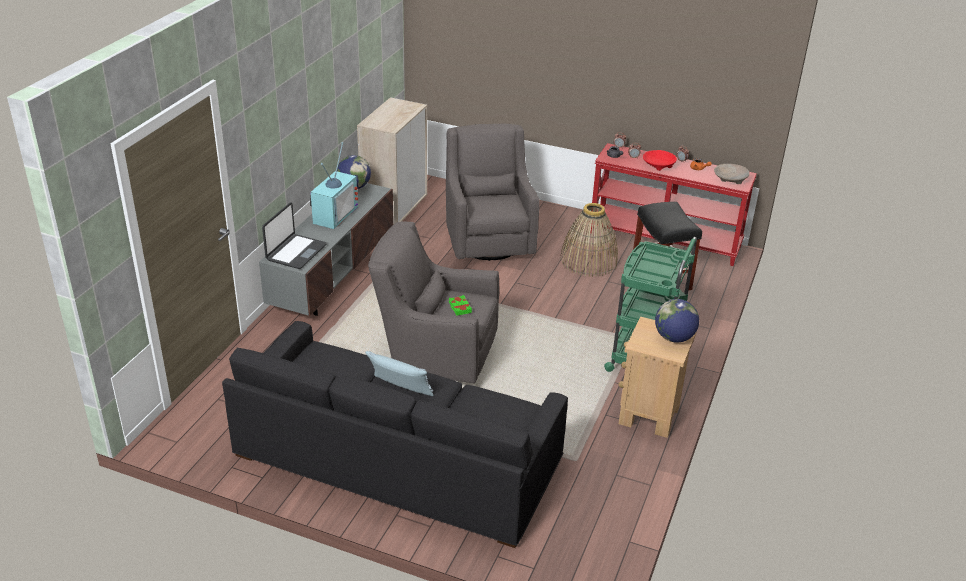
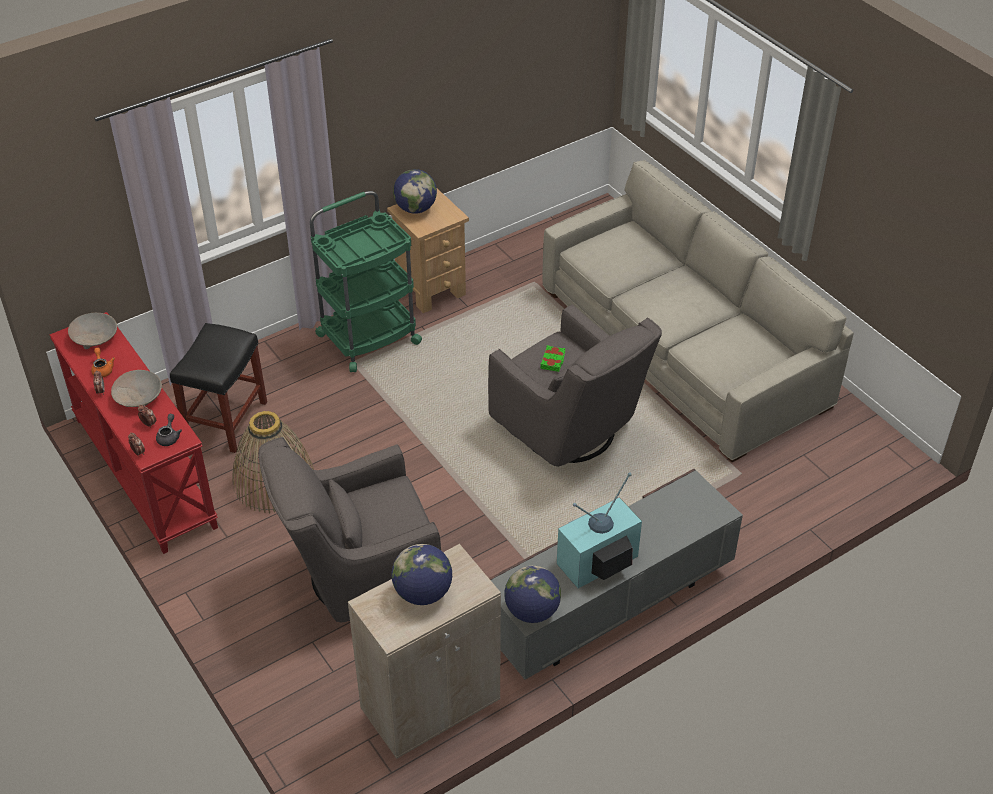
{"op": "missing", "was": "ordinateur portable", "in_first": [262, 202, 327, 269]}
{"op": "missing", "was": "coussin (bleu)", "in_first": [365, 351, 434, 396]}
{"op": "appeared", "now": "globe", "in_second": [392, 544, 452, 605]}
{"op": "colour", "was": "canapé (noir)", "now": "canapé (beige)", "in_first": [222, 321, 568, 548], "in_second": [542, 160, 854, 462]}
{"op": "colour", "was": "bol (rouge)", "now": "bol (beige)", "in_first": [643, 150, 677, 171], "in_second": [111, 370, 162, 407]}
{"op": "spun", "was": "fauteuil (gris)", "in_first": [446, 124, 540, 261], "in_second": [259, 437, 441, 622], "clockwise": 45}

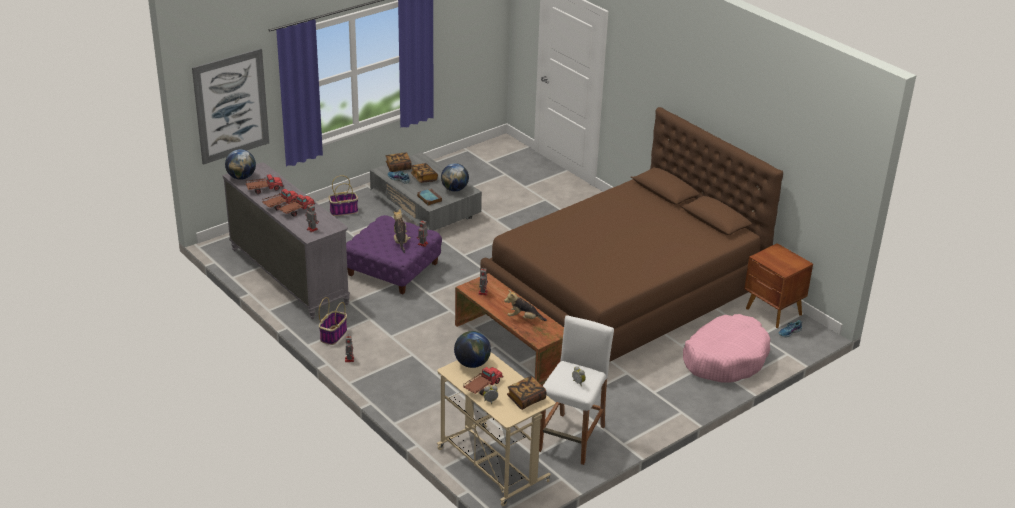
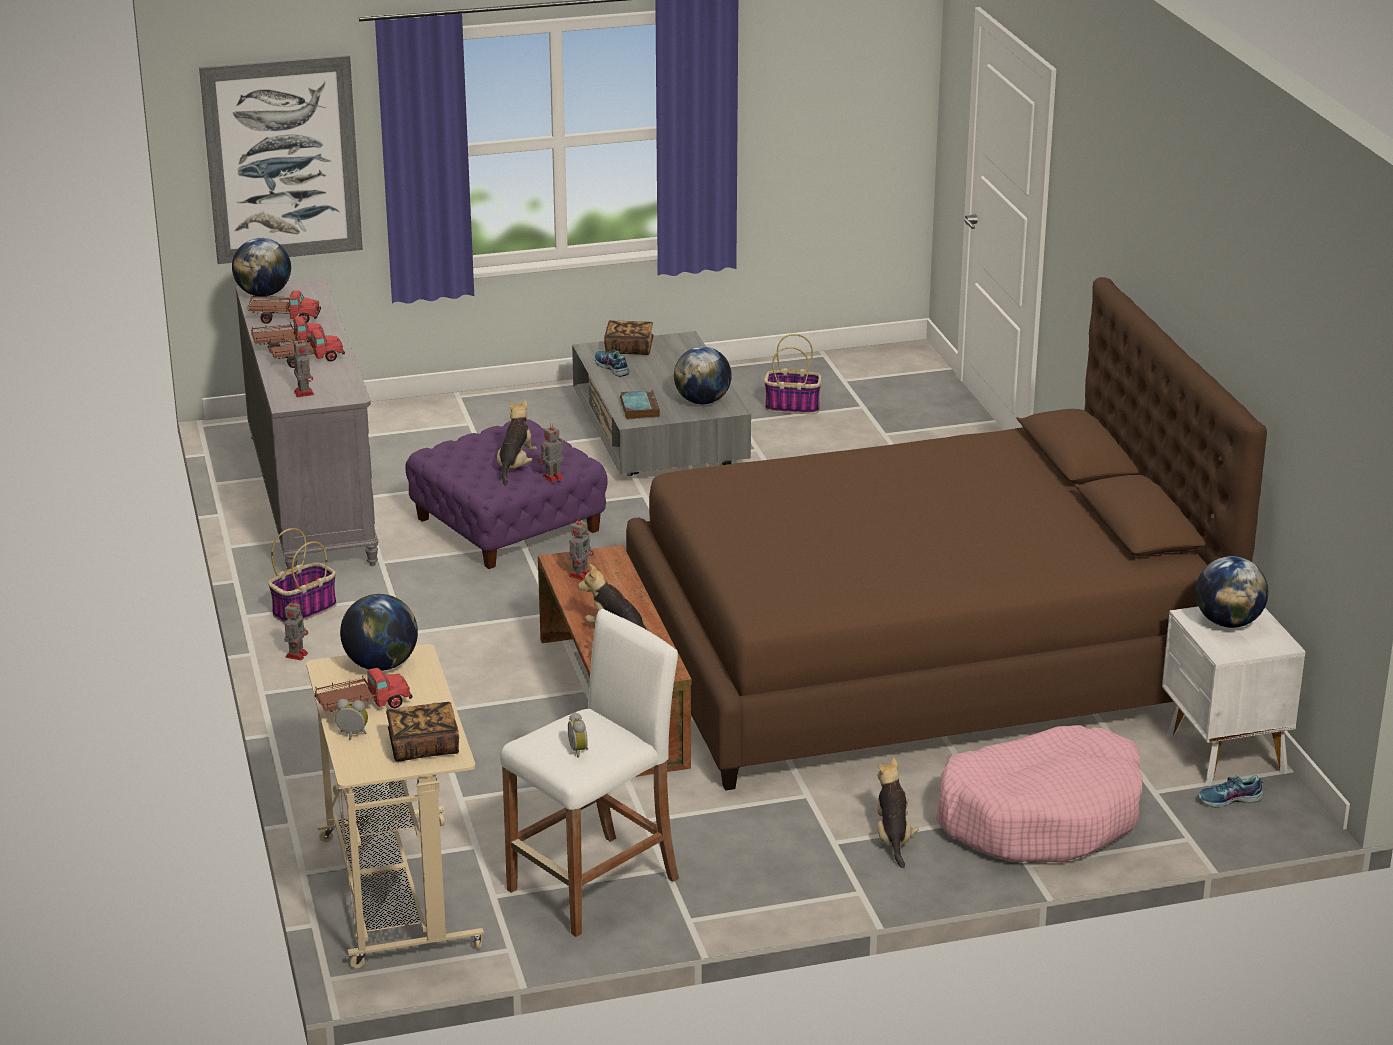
{"op": "missing", "was": "livre", "in_first": [411, 163, 438, 183]}
{"op": "appeared", "now": "peluche", "in_second": [877, 758, 919, 868]}
{"op": "appeared", "now": "globe", "in_second": [1195, 556, 1268, 628]}
{"op": "relocated", "was": "panier", "in_first": [329, 175, 358, 216], "in_second": [764, 334, 822, 414]}
{"op": "colour", "was": "table de chevet (marron)", "now": "table de chevet (blanc)", "in_first": [744, 243, 813, 328], "in_second": [1162, 606, 1306, 786]}

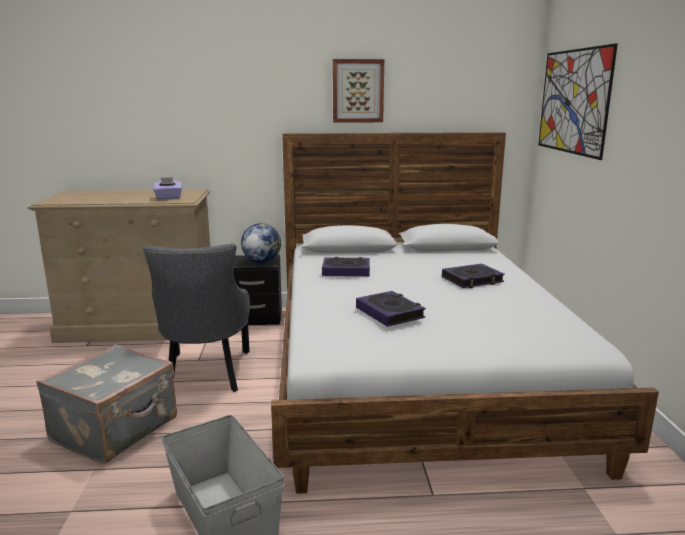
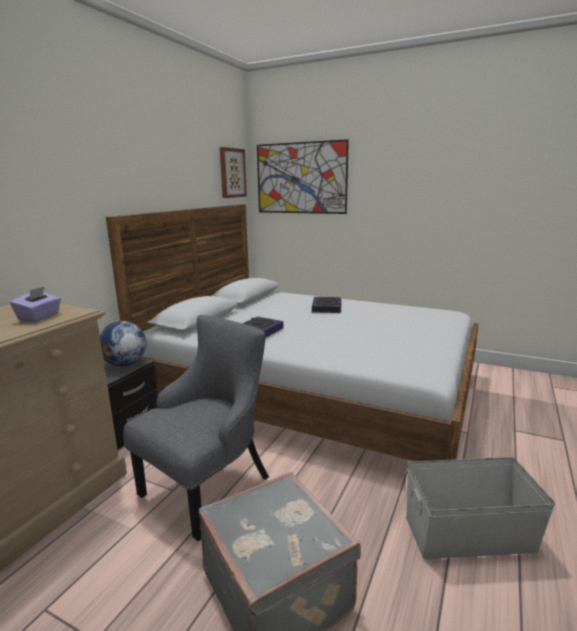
{"op": "missing", "was": "livre", "in_first": [356, 291, 426, 327]}
{"op": "relocated", "was": "tableau", "in_first": [333, 59, 384, 123], "in_second": [220, 147, 247, 198]}
{"op": "spun", "was": "fauteuil (gris)", "in_first": [143, 243, 250, 392], "in_second": [123, 315, 269, 541], "clockwise": -75}

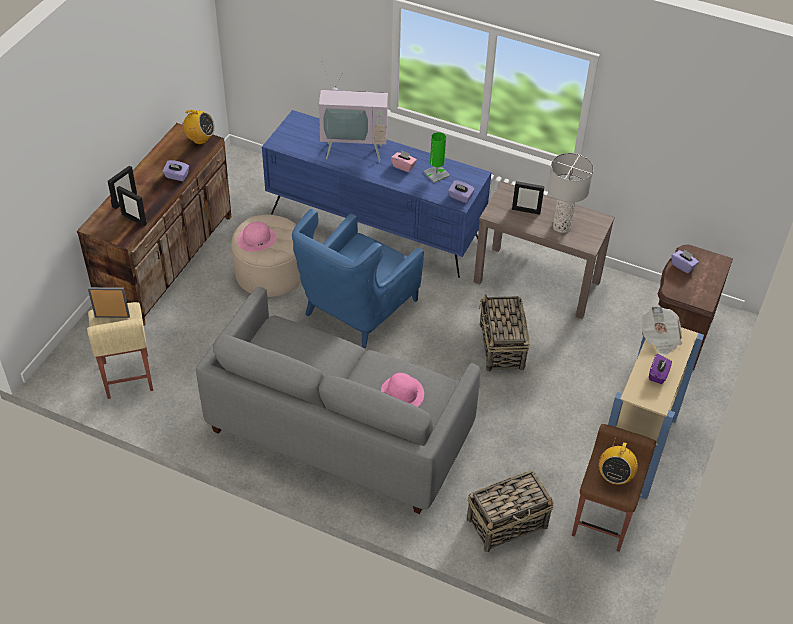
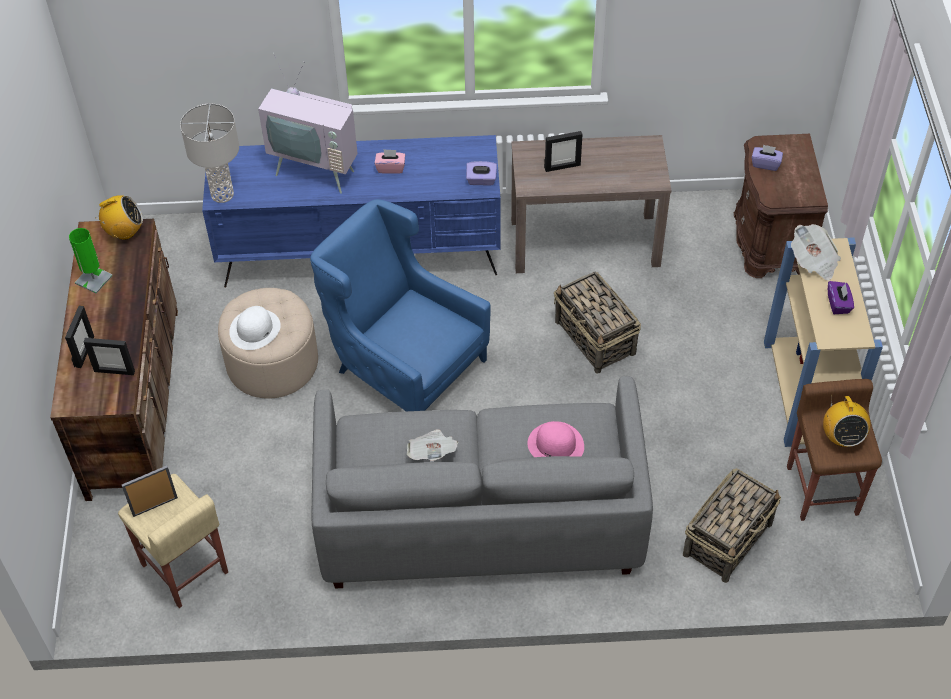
{"op": "missing", "was": "boîte à mouchoirs (violet)", "in_first": [163, 160, 189, 181]}
{"op": "appeared", "now": "journal", "in_second": [407, 429, 459, 461]}
{"op": "relocated", "was": "lampe de table (vert)", "in_first": [423, 132, 450, 183], "in_second": [69, 228, 113, 294]}
{"op": "relocated", "was": "lampe de table (blanc)", "in_first": [548, 153, 594, 233], "in_second": [180, 104, 239, 203]}
{"op": "colour", "was": "chapeau (rose)", "now": "chapeau (blanc)", "in_first": [237, 222, 277, 252], "in_second": [229, 306, 281, 350]}
{"op": "spun", "was": "fauteuil (bleu)", "in_first": [292, 209, 424, 348], "in_second": [310, 199, 491, 411], "clockwise": 120}
{"op": "spun", "was": "téléviseur", "in_first": [319, 64, 388, 162], "in_second": [258, 53, 358, 194], "clockwise": 45}

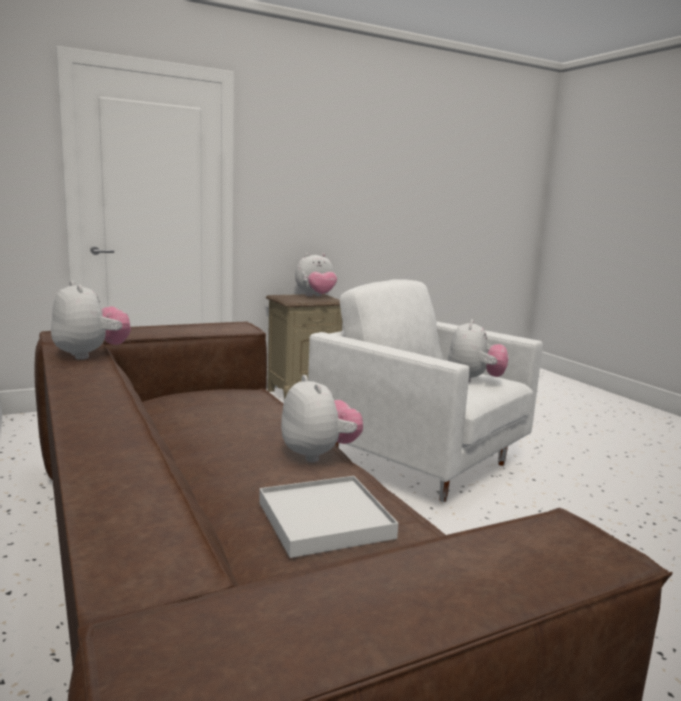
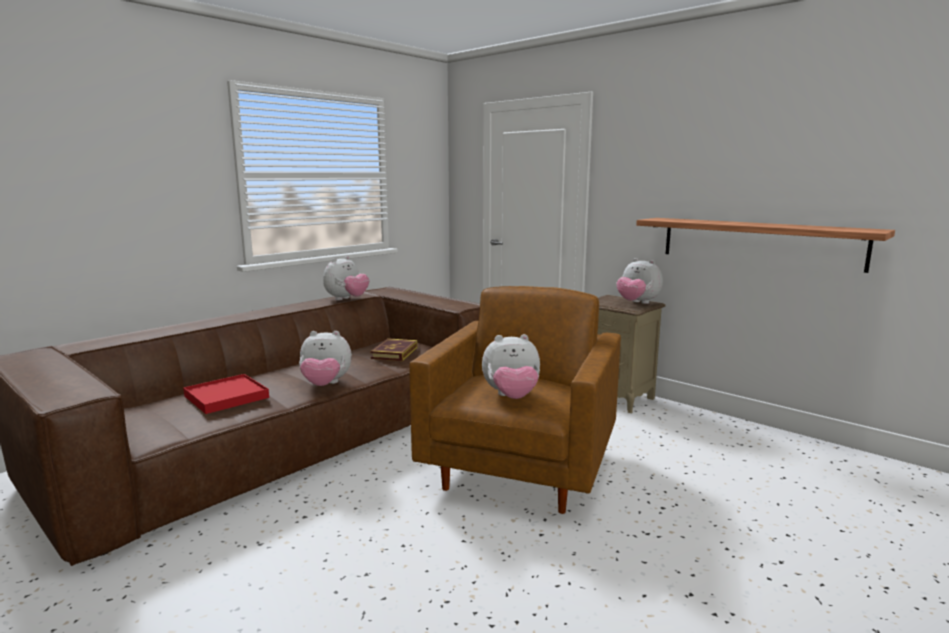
{"op": "appeared", "now": "livre", "in_second": [370, 338, 418, 361]}
{"op": "appeared", "now": "étagère", "in_second": [636, 218, 895, 273]}
{"op": "colour", "was": "plateau (blanc)", "now": "plateau (rouge)", "in_first": [259, 476, 398, 558], "in_second": [183, 374, 269, 414]}
{"op": "colour", "was": "fauteuil (blanc)", "now": "fauteuil (marron)", "in_first": [308, 279, 543, 502], "in_second": [409, 286, 621, 514]}
{"op": "spun", "was": "peluche", "in_first": [281, 375, 363, 462], "in_second": [299, 331, 352, 386], "clockwise": 45}

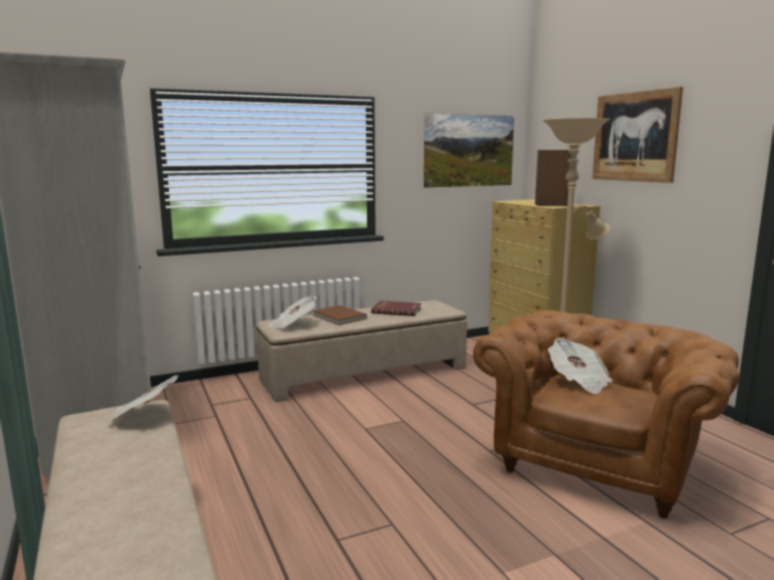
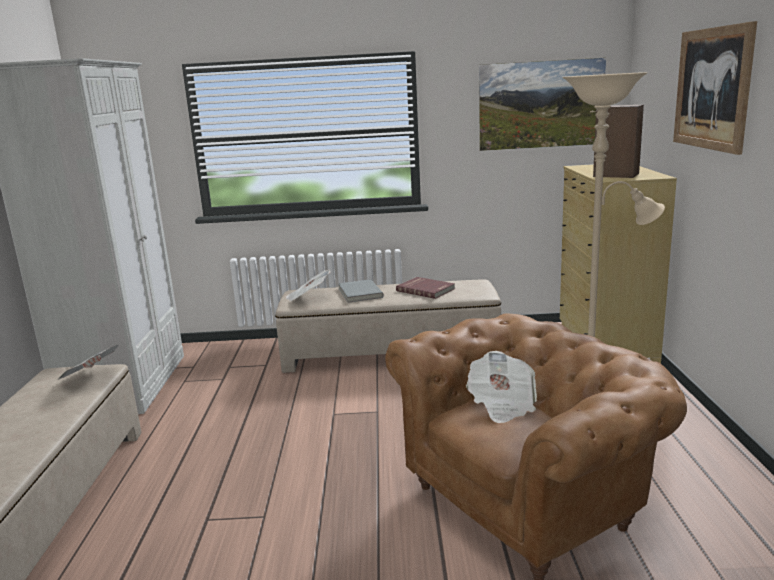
{"op": "colour", "was": "livre (marron)", "now": "livre (gris)", "in_first": [313, 305, 367, 325], "in_second": [338, 279, 384, 303]}

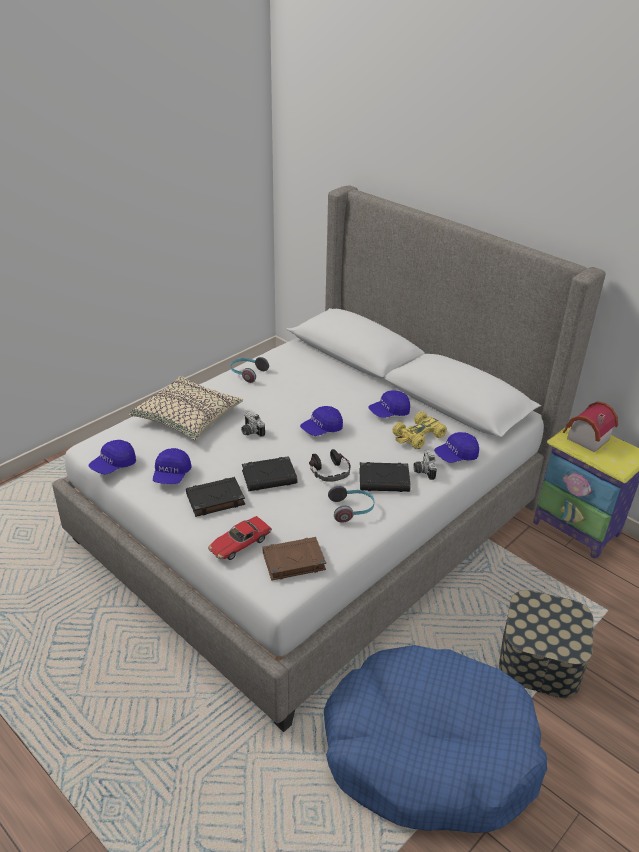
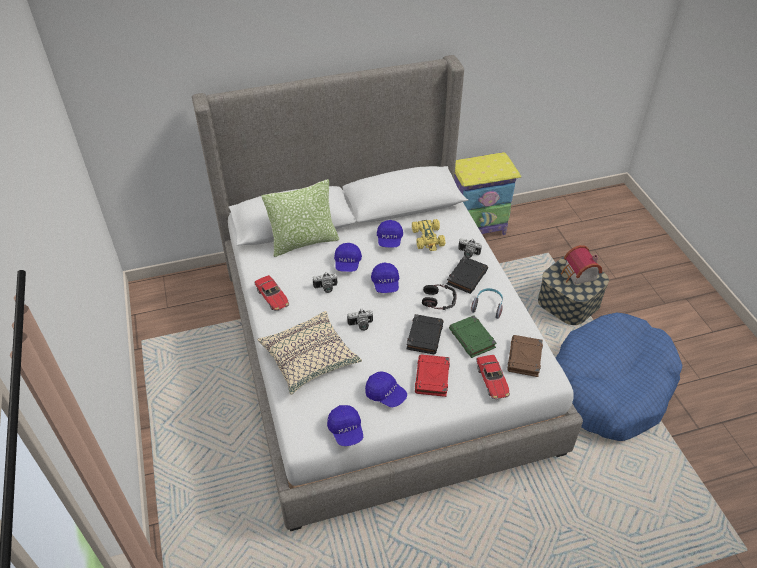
{"op": "appeared", "now": "coussin", "in_second": [261, 179, 339, 257]}
{"op": "appeared", "now": "appareil photo", "in_second": [313, 272, 337, 293]}
{"op": "appeared", "now": "livre (vert)", "in_second": [449, 315, 497, 358]}
{"op": "relocated", "was": "casquette (bleu)", "in_first": [434, 432, 479, 463], "in_second": [334, 243, 362, 272]}
{"op": "relocated", "was": "maison miniature", "in_first": [563, 401, 618, 452], "in_second": [561, 245, 602, 285]}
{"op": "exchanged", "was": "casque audio", "now": "petite voiture", "in_first": [231, 357, 269, 383], "in_second": [254, 275, 289, 311]}
{"op": "colour", "was": "livre (noir)", "now": "livre (rouge)", "in_first": [186, 477, 245, 517], "in_second": [415, 355, 450, 397]}

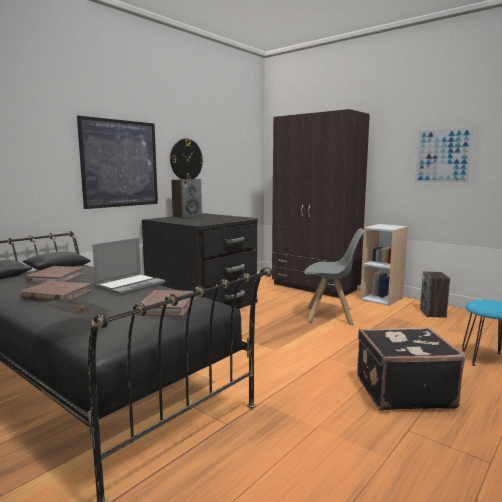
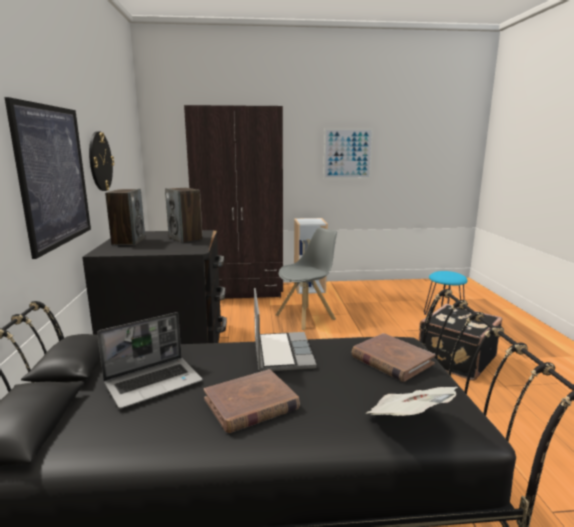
{"op": "relocated", "was": "enceinte", "in_first": [420, 271, 450, 318], "in_second": [165, 188, 203, 243]}
{"op": "exchanged", "was": "livre (marron)", "now": "ordinateur portable", "in_first": [25, 266, 85, 284], "in_second": [97, 312, 203, 409]}

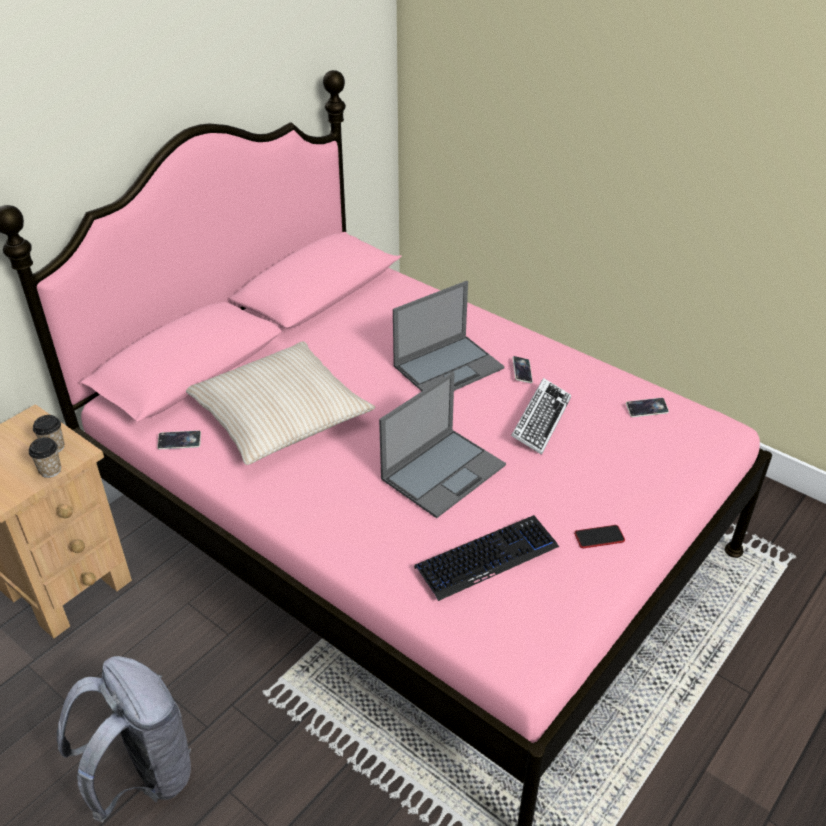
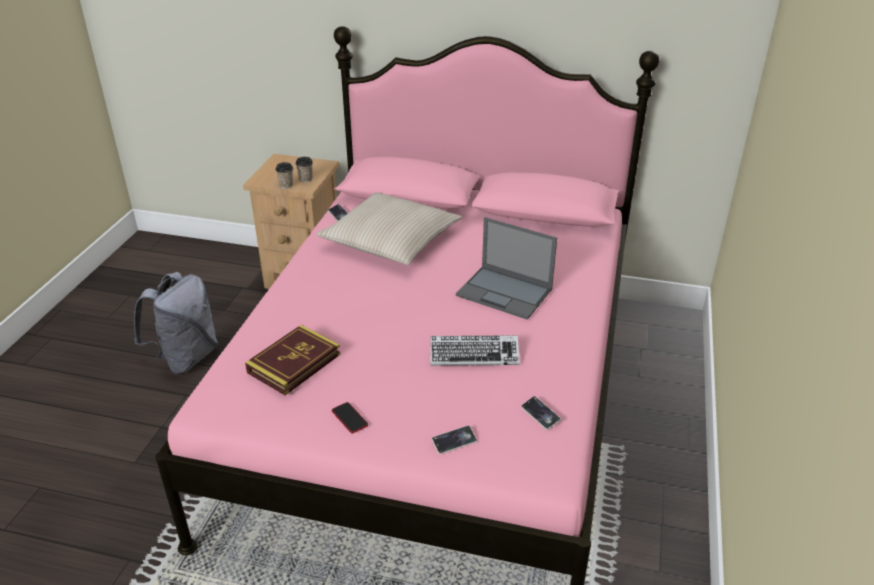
{"op": "missing", "was": "ordinateur portable", "in_first": [379, 372, 506, 518]}
{"op": "relocated", "was": "téléphone", "in_first": [512, 356, 533, 383], "in_second": [432, 425, 477, 454]}
{"op": "exchanged", "was": "clavier", "now": "livre", "in_first": [414, 515, 559, 601], "in_second": [245, 325, 340, 395]}

